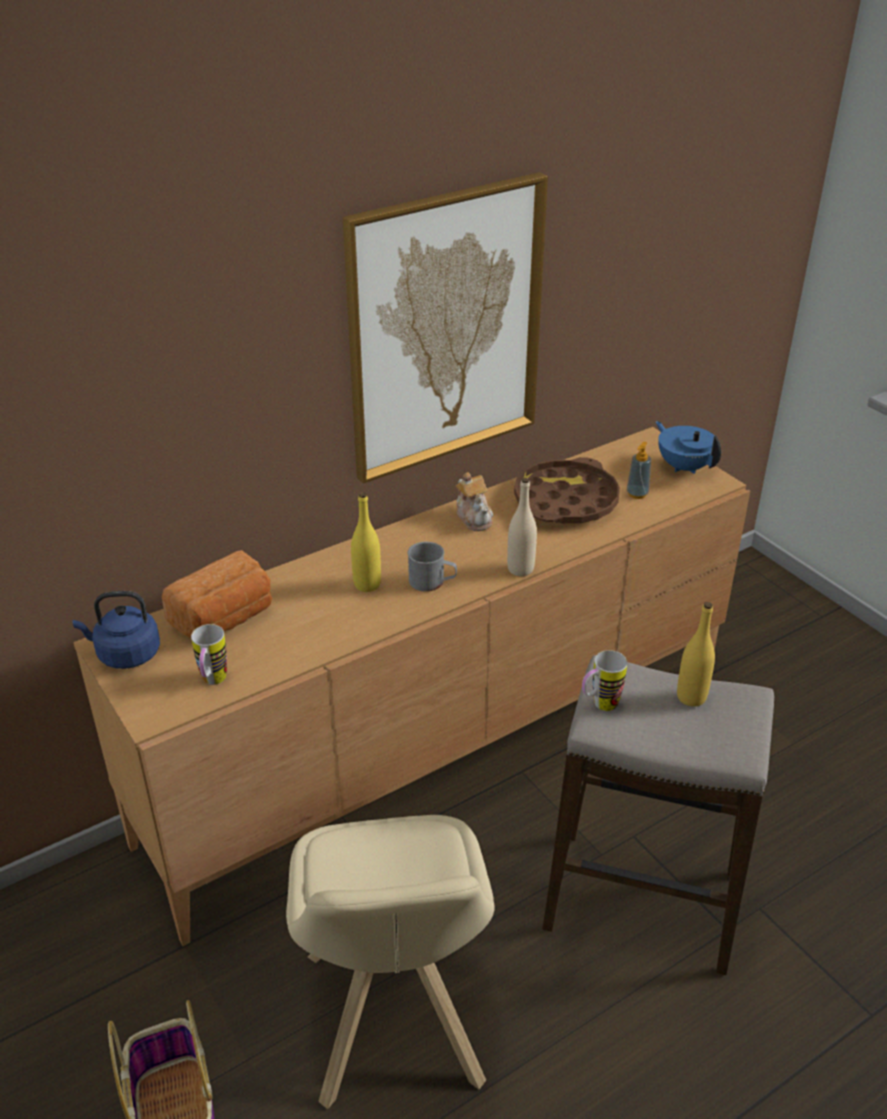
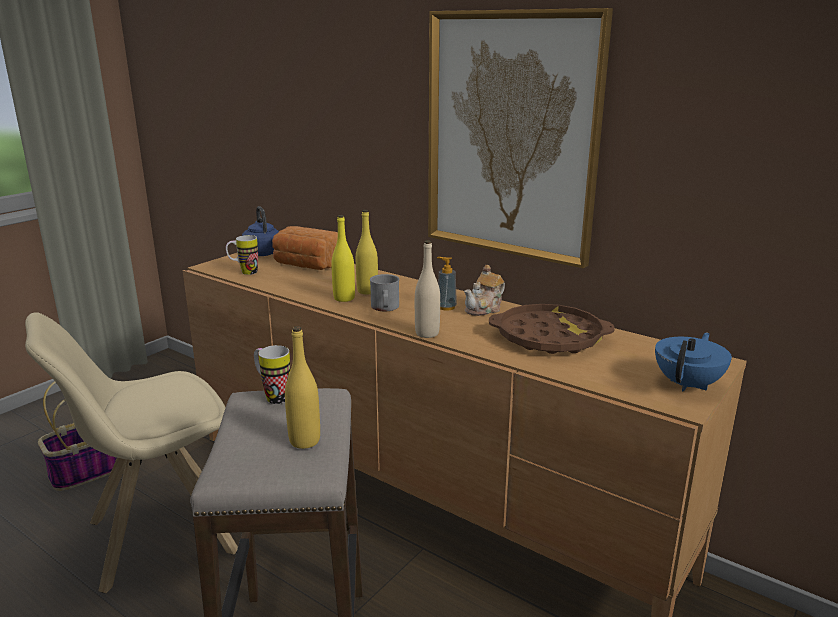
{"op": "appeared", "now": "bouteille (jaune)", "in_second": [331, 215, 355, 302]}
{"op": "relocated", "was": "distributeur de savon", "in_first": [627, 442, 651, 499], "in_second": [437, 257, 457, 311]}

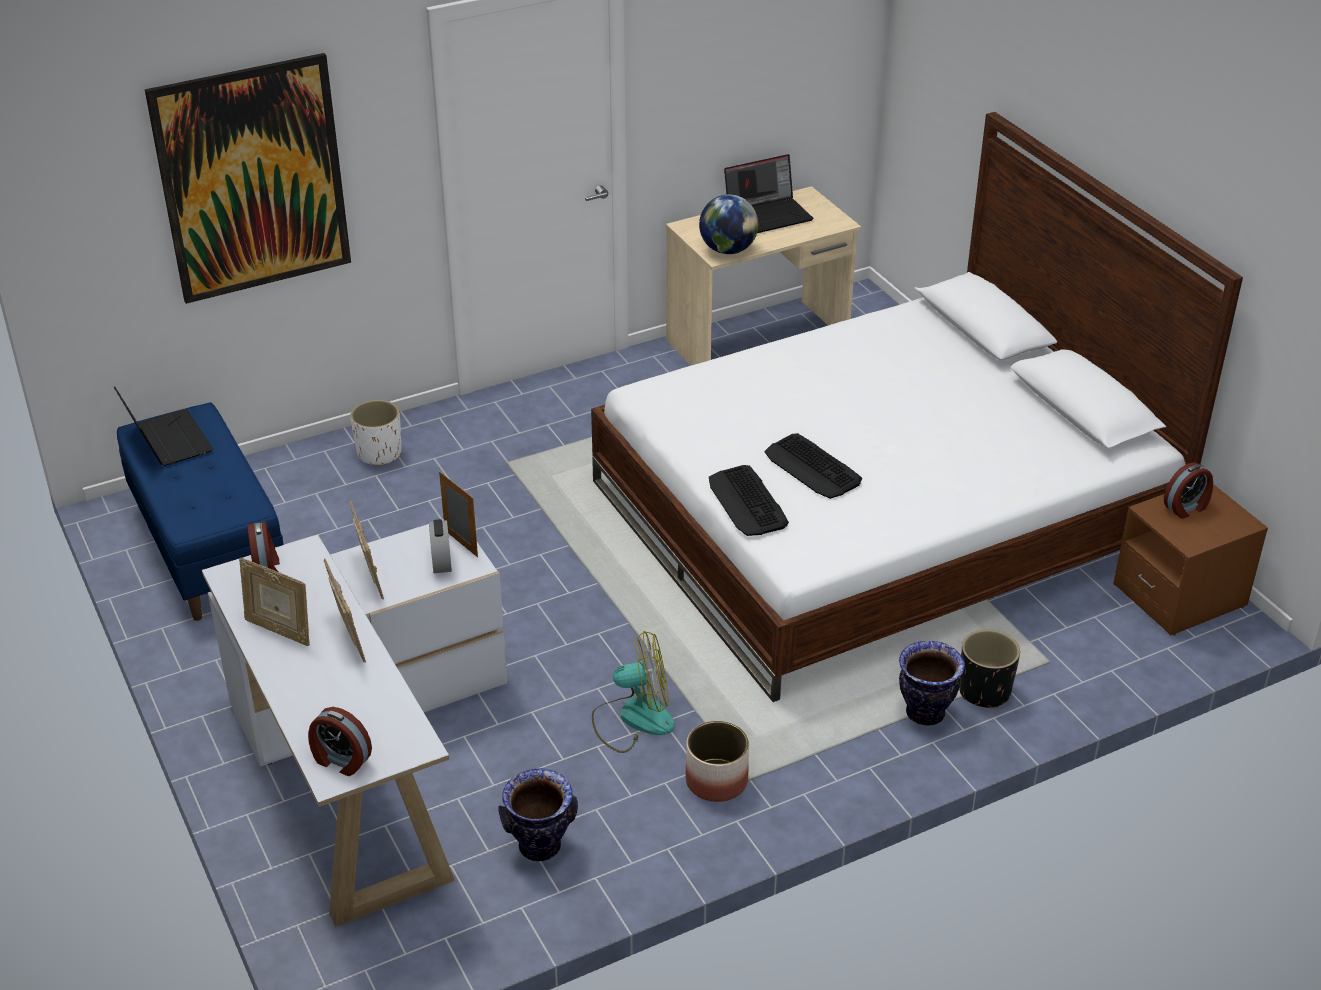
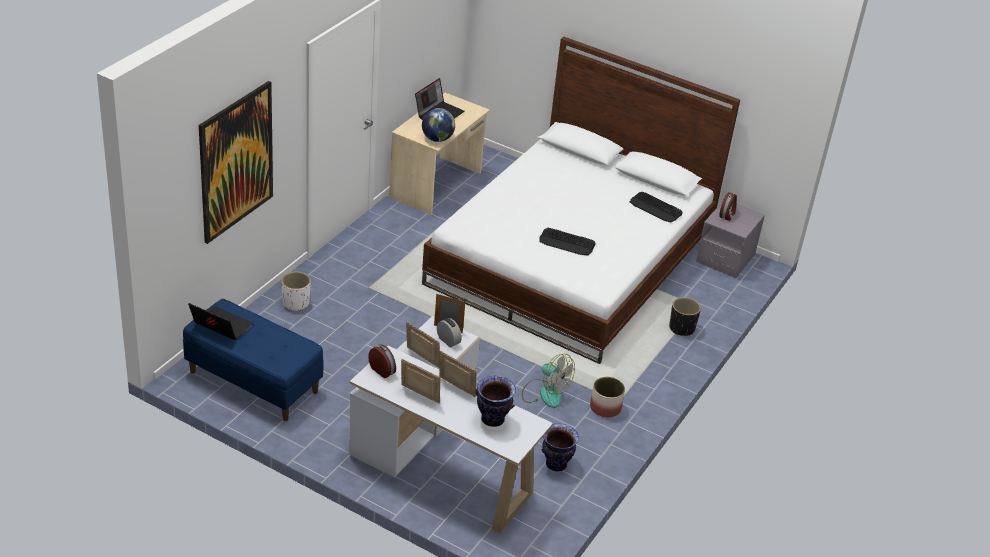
{"op": "missing", "was": "réveil", "in_first": [308, 707, 372, 776]}
{"op": "relocated", "was": "clavier", "in_first": [709, 465, 789, 536], "in_second": [630, 192, 682, 223]}
{"op": "relocated", "was": "vase", "in_first": [899, 641, 965, 726], "in_second": [476, 376, 516, 427]}
{"op": "colour", "was": "table de chevet (marron)", "now": "table de chevet (gris)", "in_first": [1113, 484, 1268, 636], "in_second": [696, 201, 765, 278]}
{"op": "spun", "was": "cadre photo", "in_first": [239, 557, 310, 646], "in_second": [401, 359, 441, 403], "clockwise": -150}
{"op": "spun", "was": "ventilateur", "in_first": [592, 631, 674, 753], "in_second": [522, 354, 575, 408], "clockwise": 75}

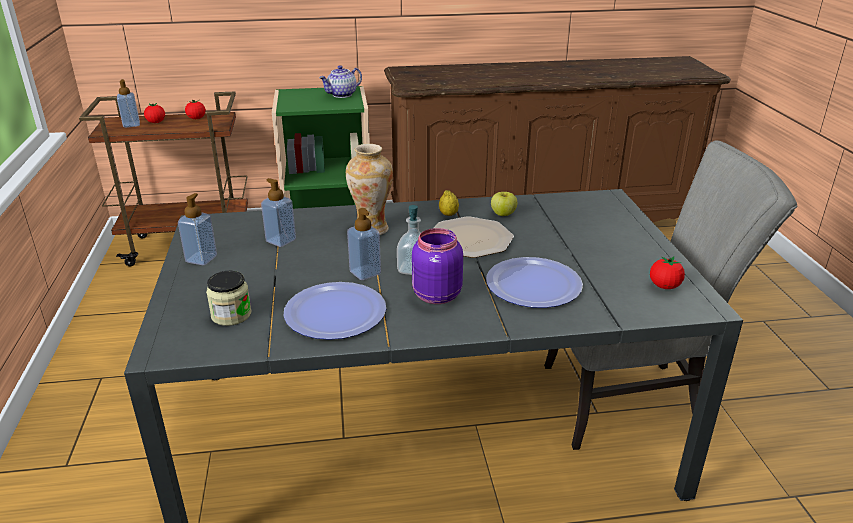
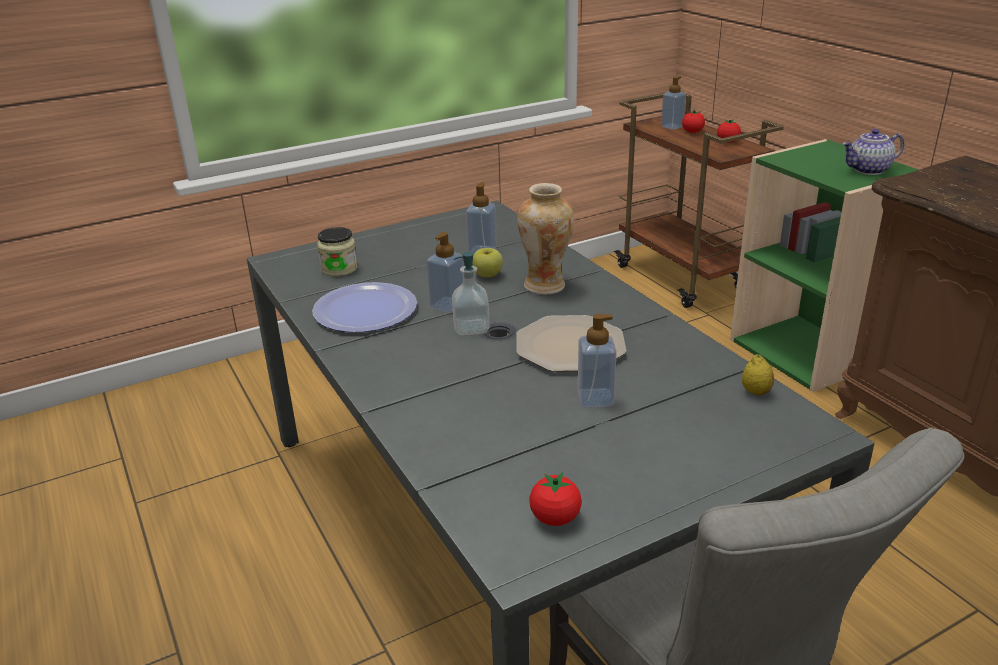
{"op": "missing", "was": "bocal (violet)", "in_first": [412, 228, 463, 304]}
{"op": "missing", "was": "assiette", "in_first": [486, 257, 583, 308]}
{"op": "relocated", "was": "distributeur de savon", "in_first": [178, 193, 217, 265], "in_second": [578, 314, 617, 408]}
{"op": "relocated", "was": "citron", "in_first": [439, 190, 459, 216], "in_second": [742, 355, 774, 396]}
{"op": "relocated", "was": "pomme", "in_first": [491, 192, 517, 216], "in_second": [472, 248, 503, 277]}
{"op": "spun", "was": "théière", "in_first": [319, 65, 362, 98], "in_second": [842, 129, 904, 175], "clockwise": -45}

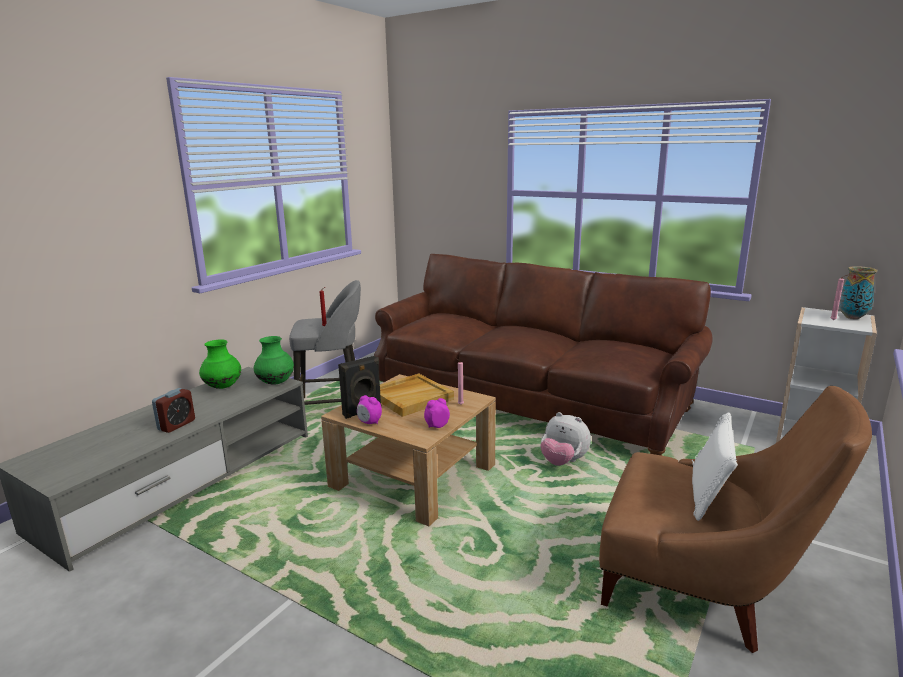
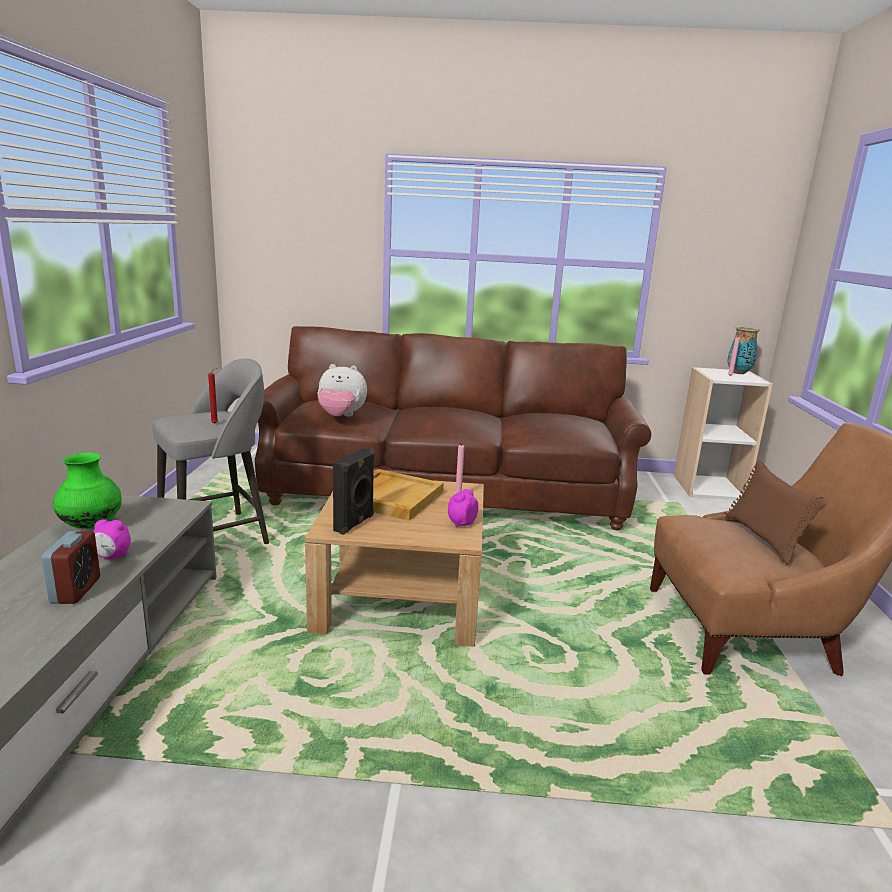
{"op": "missing", "was": "vase (vert)", "in_first": [254, 336, 294, 385]}
{"op": "relocated", "was": "réveil", "in_first": [357, 395, 382, 424], "in_second": [93, 519, 131, 559]}
{"op": "relocated", "was": "peluche", "in_first": [540, 412, 591, 466], "in_second": [317, 364, 367, 417]}
{"op": "colour", "was": "coussin (blanc)", "now": "coussin (marron)", "in_first": [692, 413, 738, 521], "in_second": [724, 460, 828, 565]}

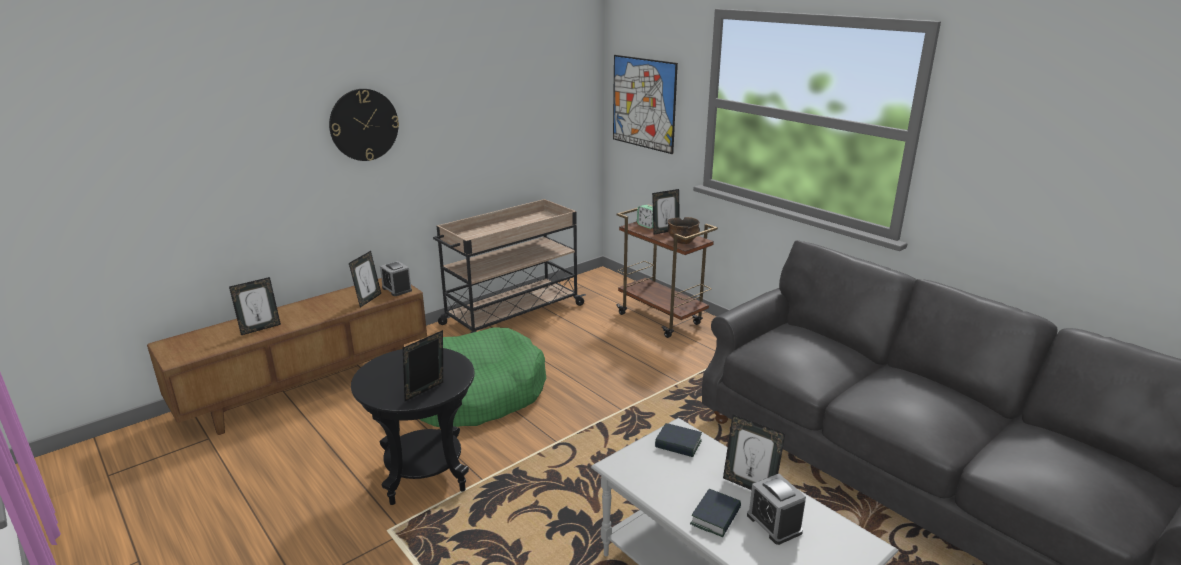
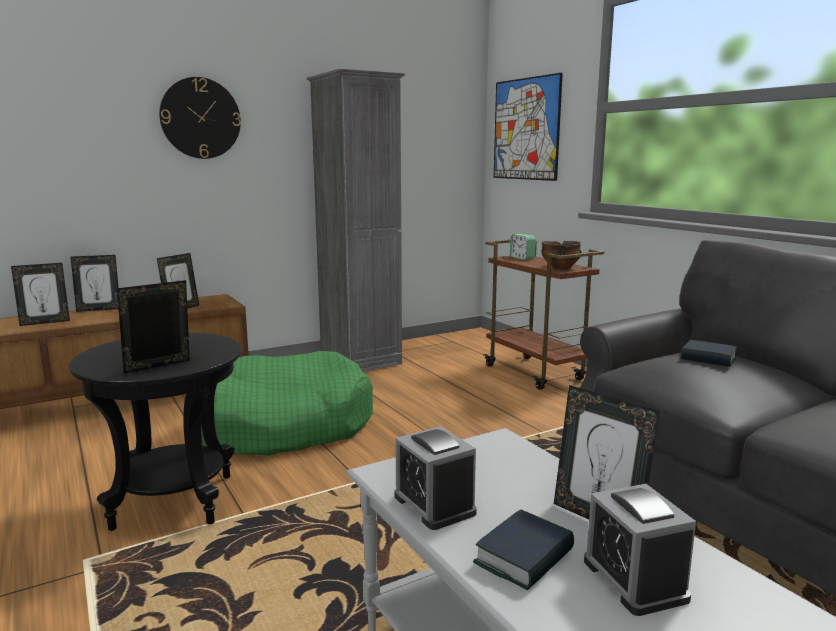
{"op": "relocated", "was": "réveil", "in_first": [380, 261, 412, 296], "in_second": [395, 426, 477, 530]}
{"op": "relocated", "was": "cadre photo", "in_first": [652, 189, 680, 234], "in_second": [71, 255, 119, 312]}
{"op": "relocated", "was": "livre", "in_first": [655, 423, 702, 457], "in_second": [681, 340, 738, 367]}
{"op": "exchanged", "was": "chariot (beige)", "now": "meuble de rangement (gris)", "in_first": [433, 199, 586, 333], "in_second": [306, 69, 405, 372]}

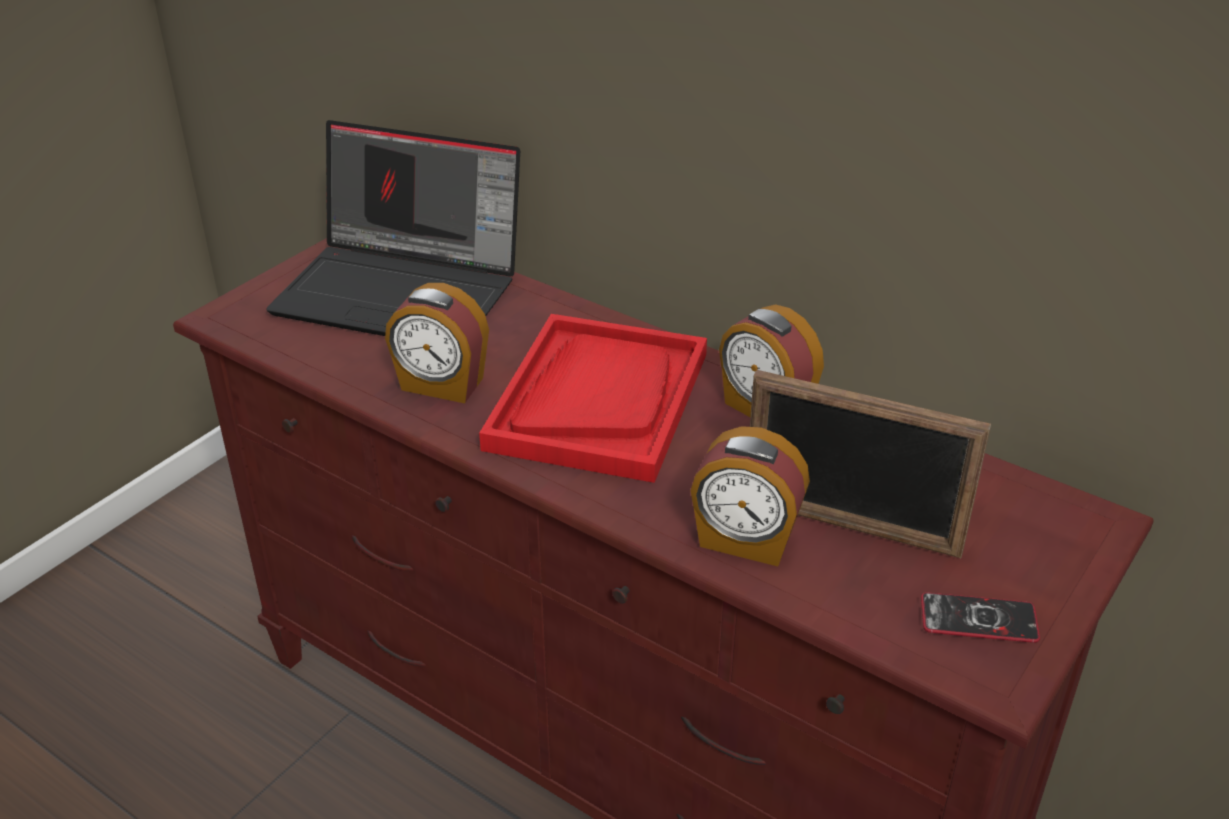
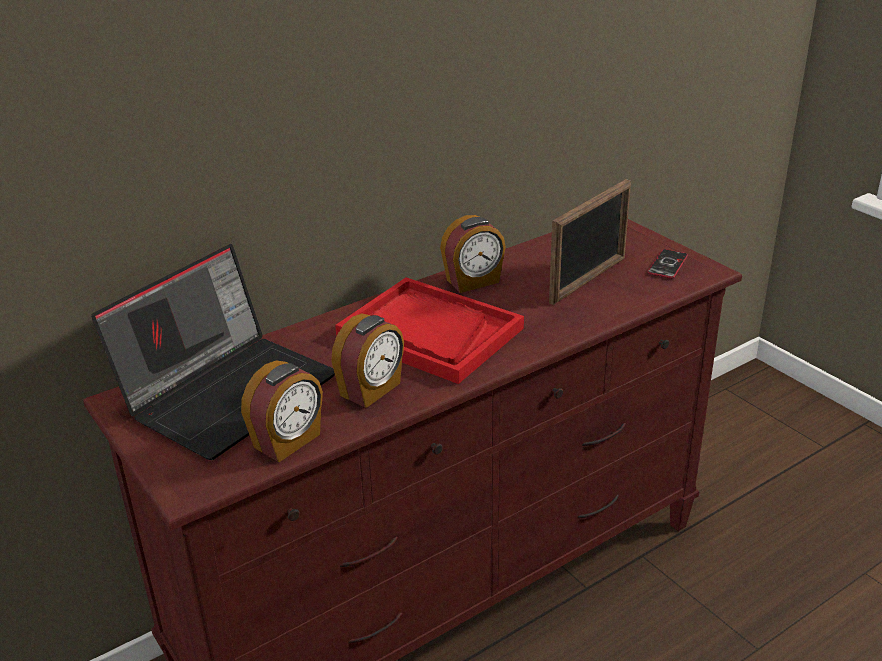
{"op": "relocated", "was": "réveil", "in_first": [690, 426, 810, 566], "in_second": [241, 360, 323, 462]}

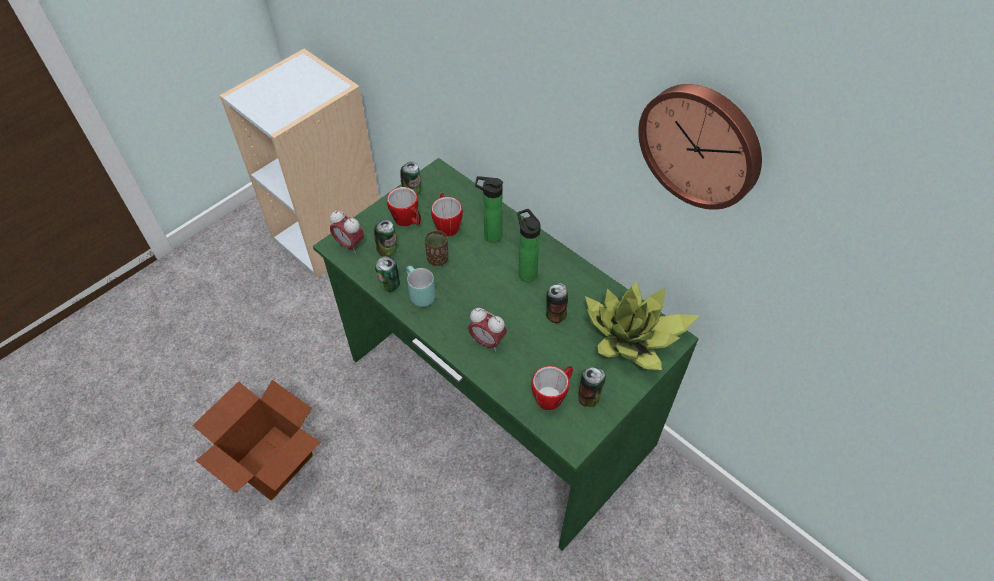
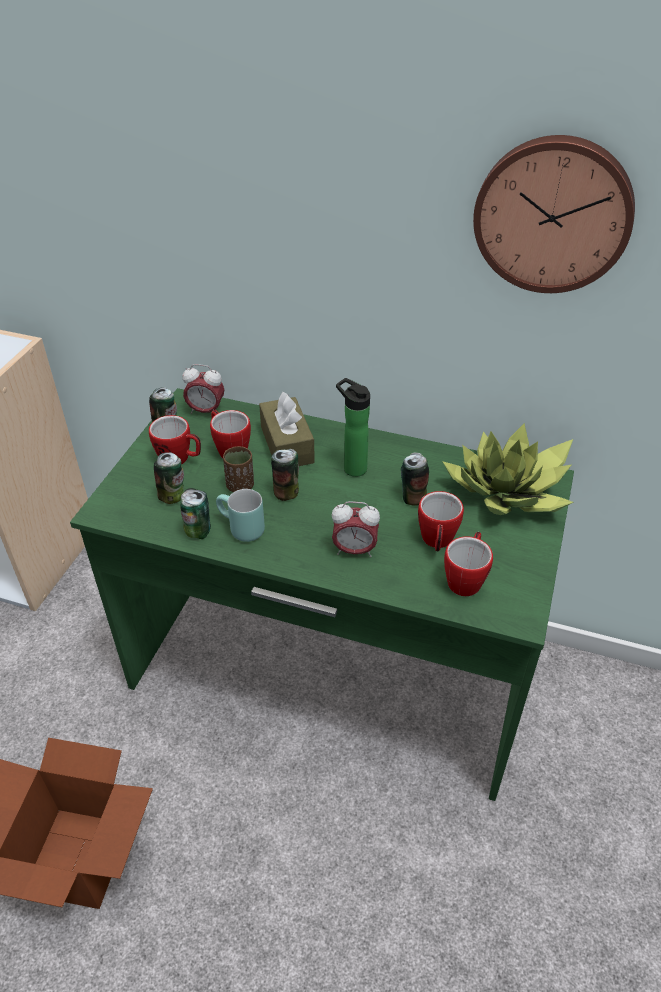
{"op": "appeared", "now": "mug", "in_second": [418, 491, 464, 552]}
{"op": "relocated", "was": "réveil", "in_first": [330, 210, 364, 254], "in_second": [182, 364, 224, 414]}
{"op": "relocated", "was": "boîte métallique", "in_first": [578, 367, 606, 407], "in_second": [271, 449, 299, 501]}
{"op": "exchanged", "was": "bouteille", "now": "boîte à mouchoirs (marron)", "in_first": [475, 176, 503, 243], "in_second": [259, 392, 315, 466]}

